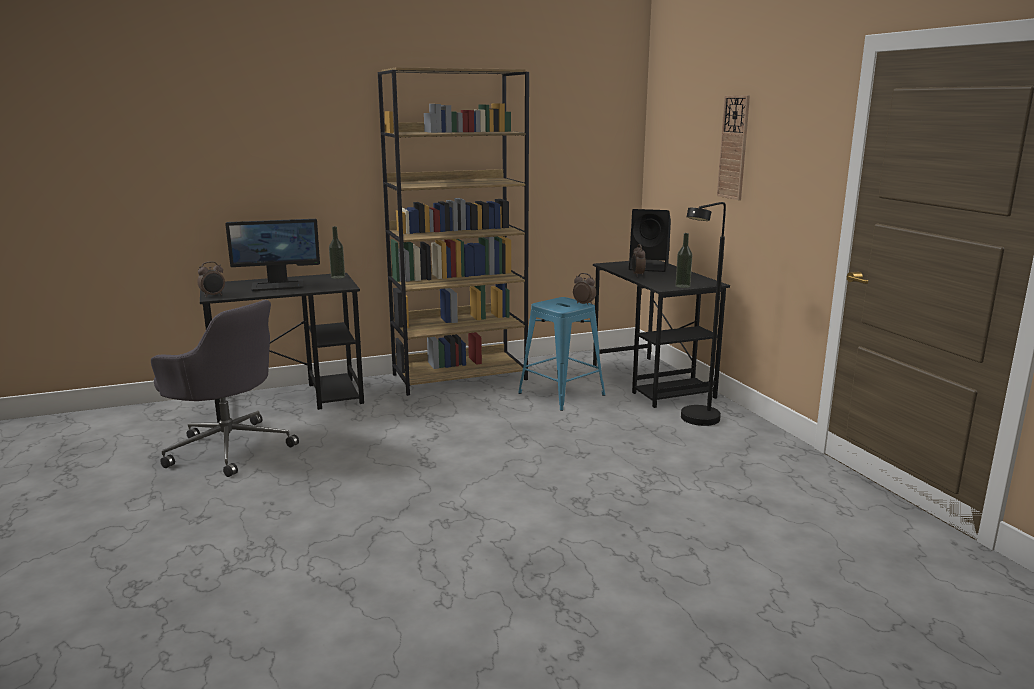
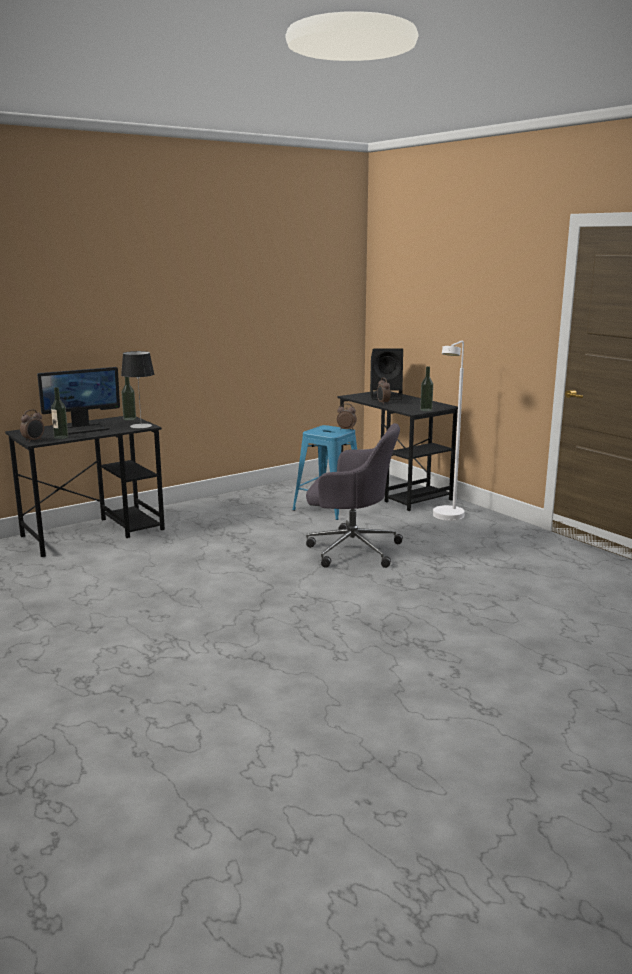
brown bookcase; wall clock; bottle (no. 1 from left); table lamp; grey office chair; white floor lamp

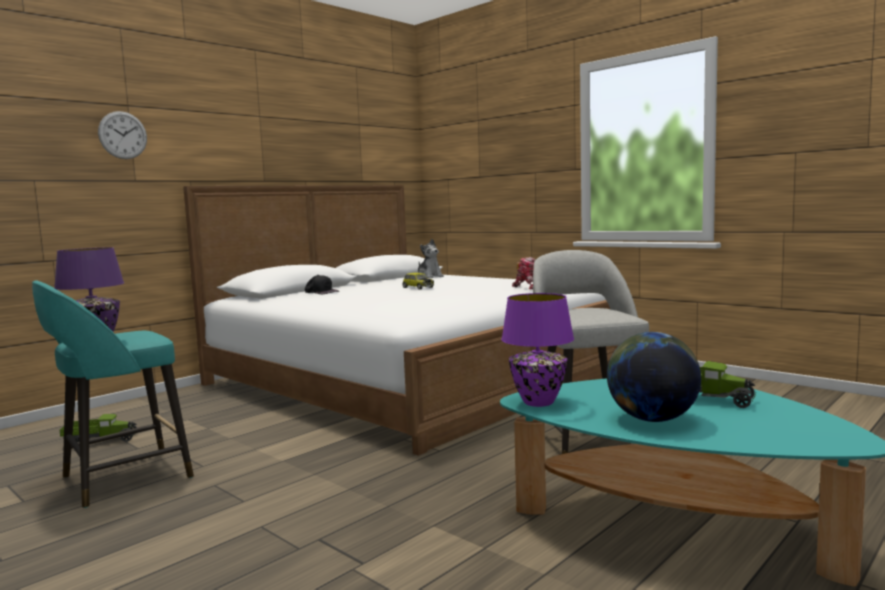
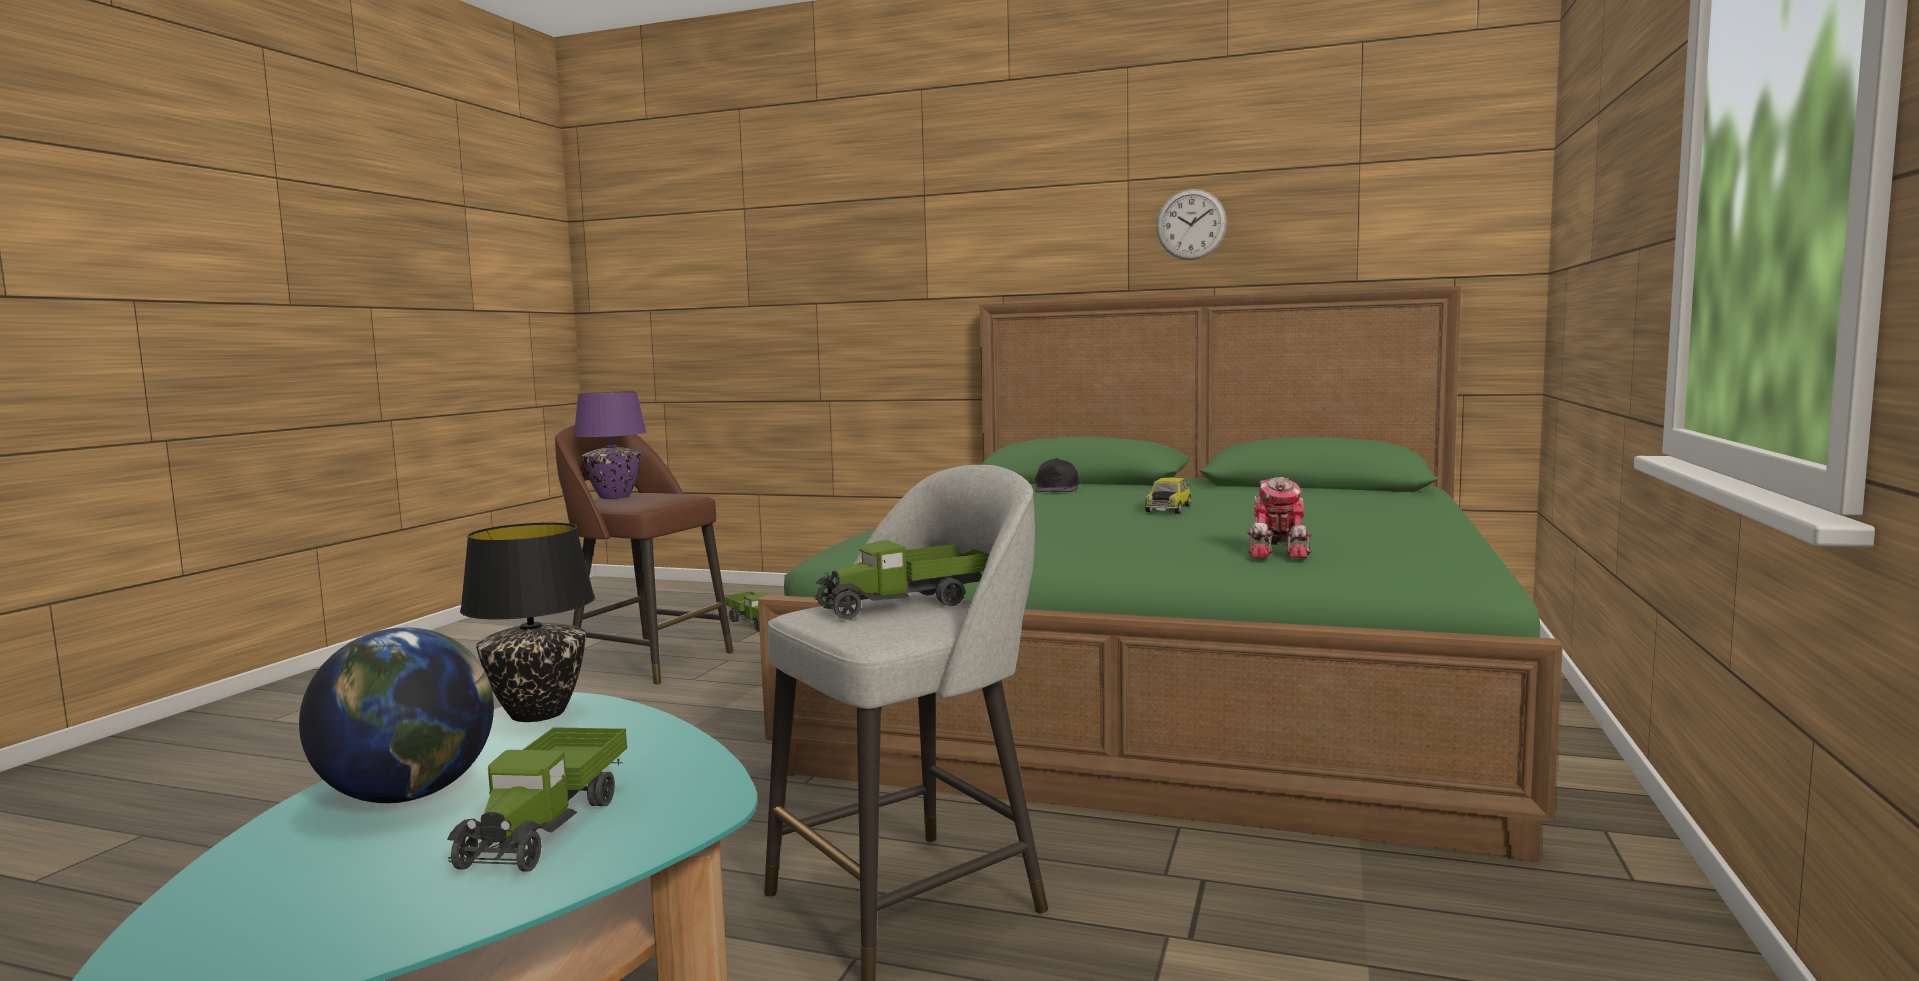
plush toy; toy truck (no. 3 from left); wall clock; brown stool; green bed; black table lamp

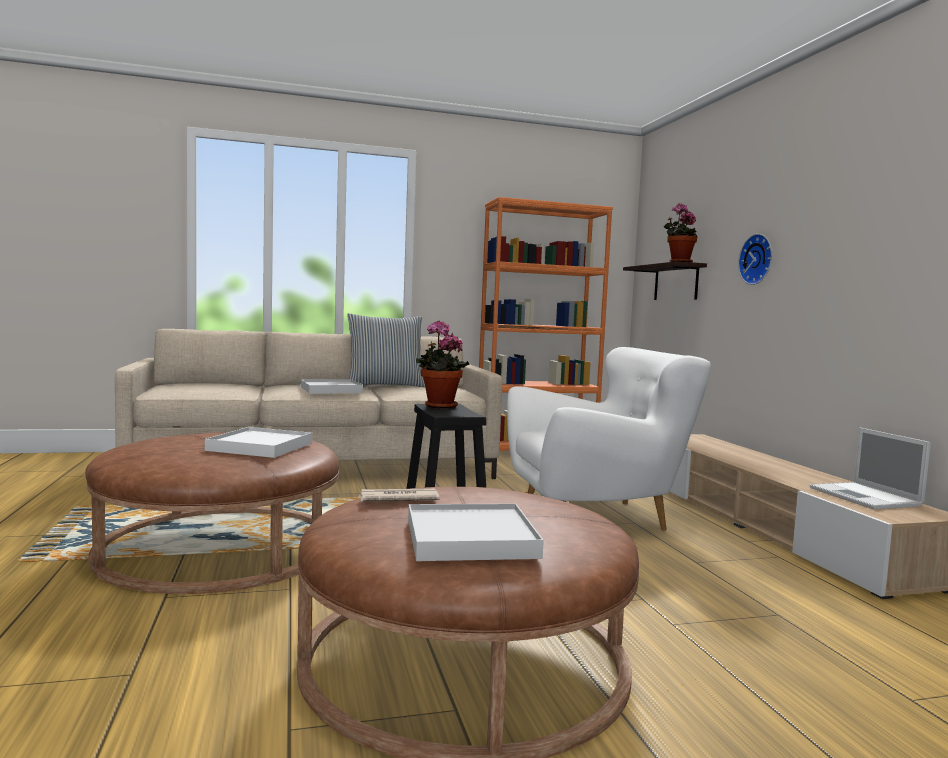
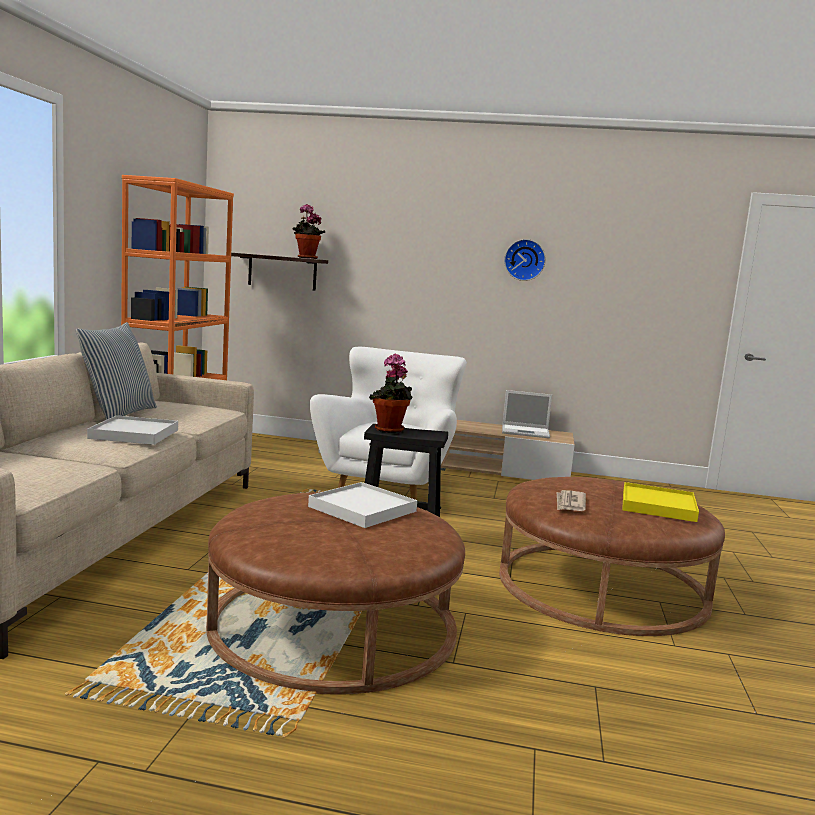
wall clock; yellow tray

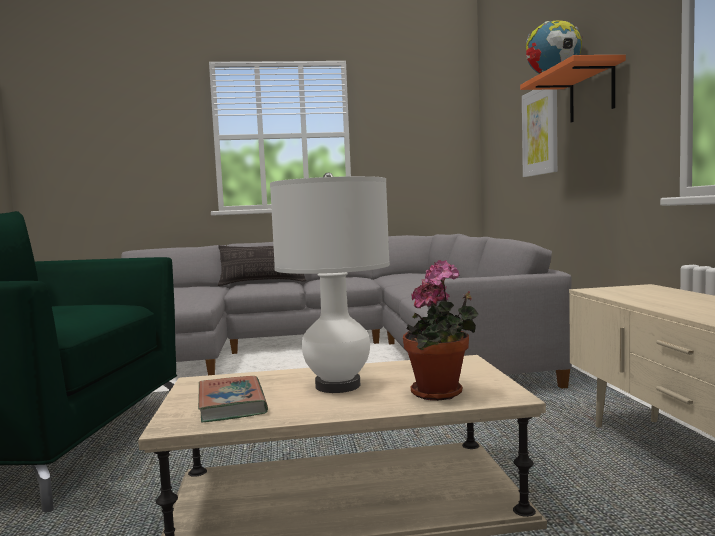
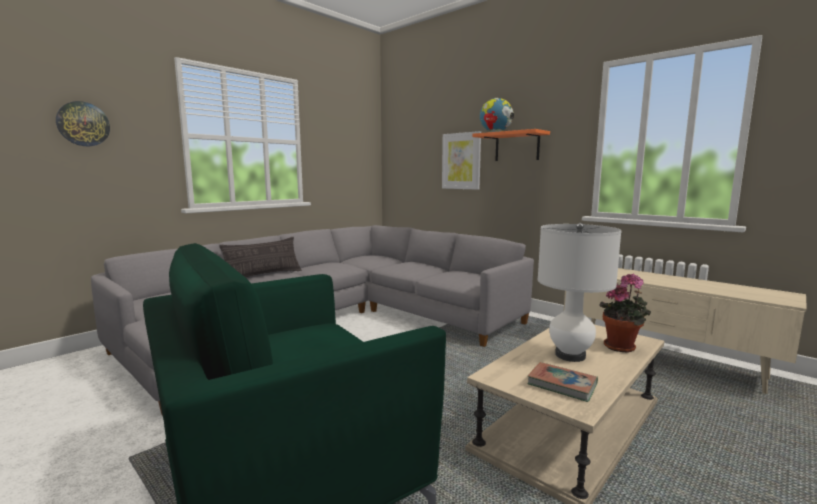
wall clock

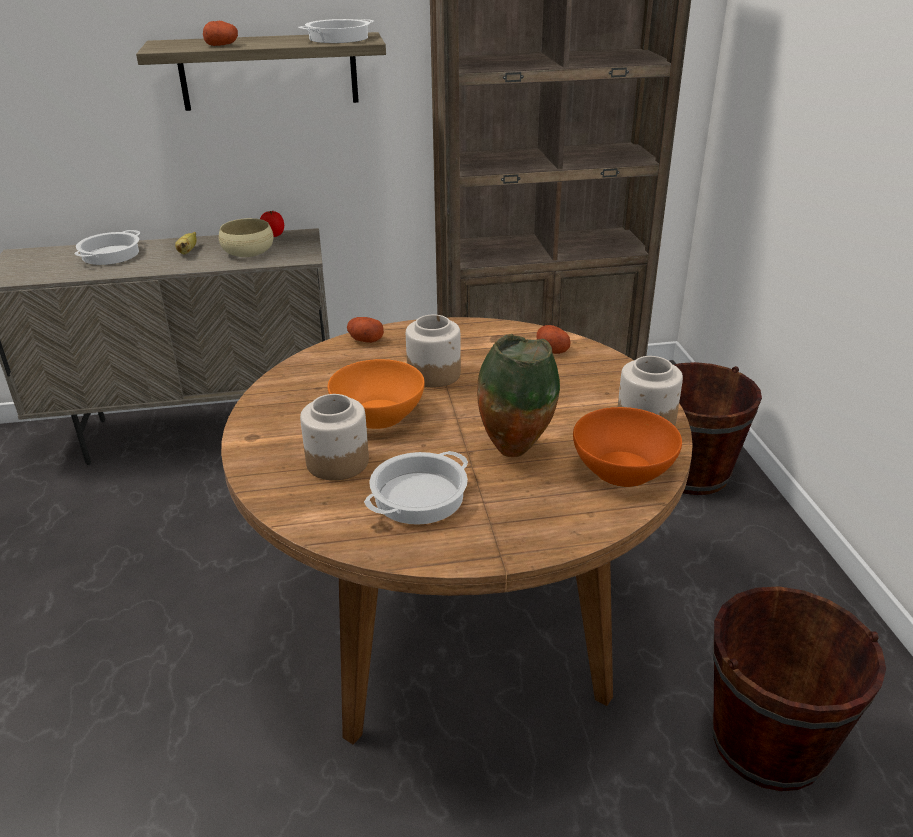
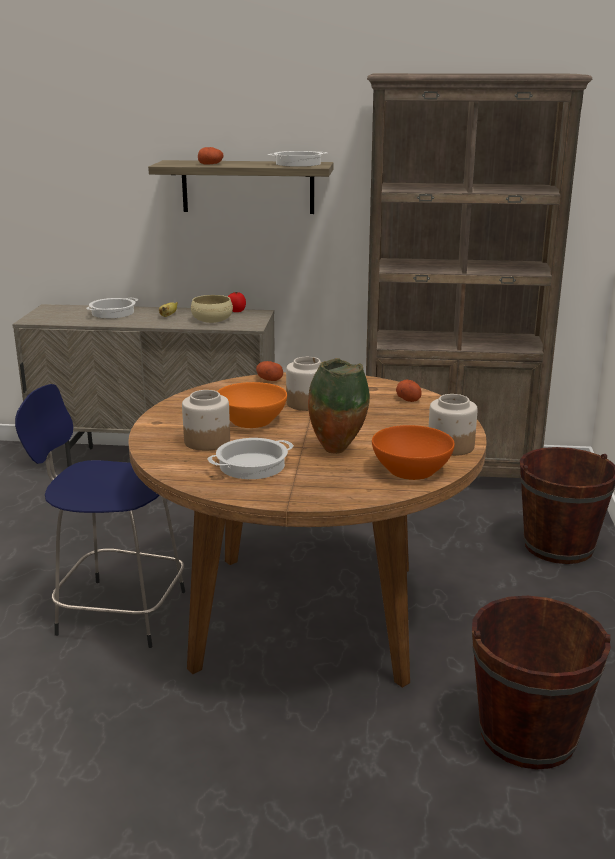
blue stool

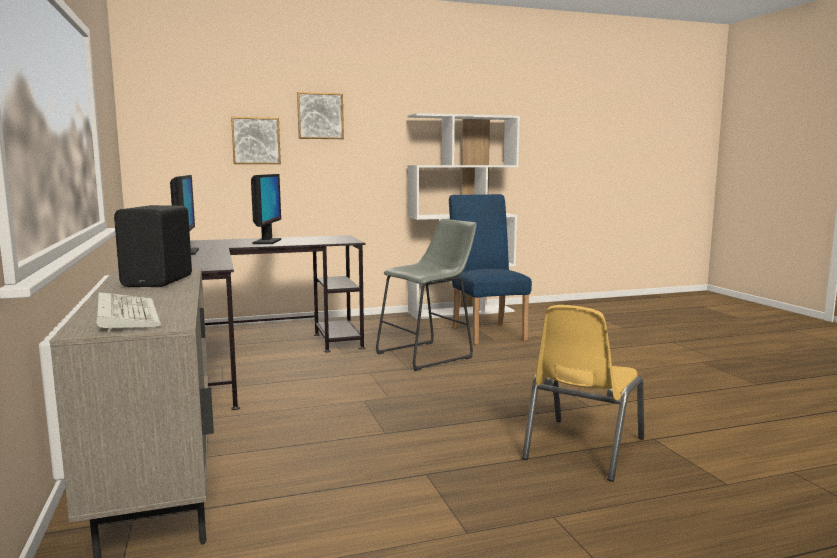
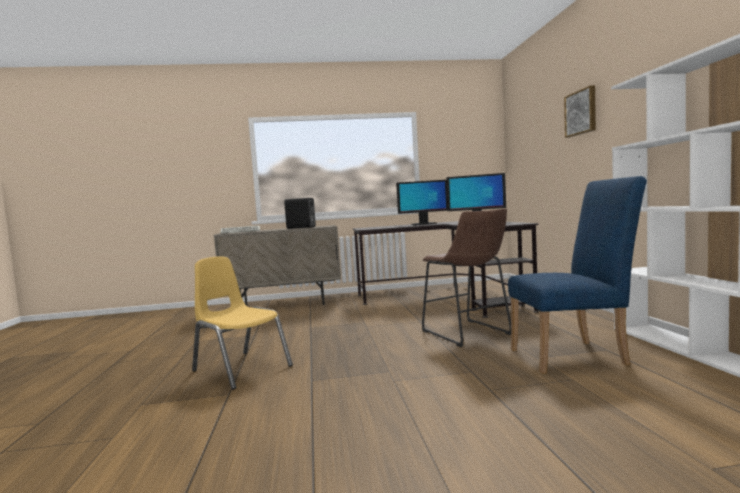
picture (no. 1 from left in the first image); brown stool

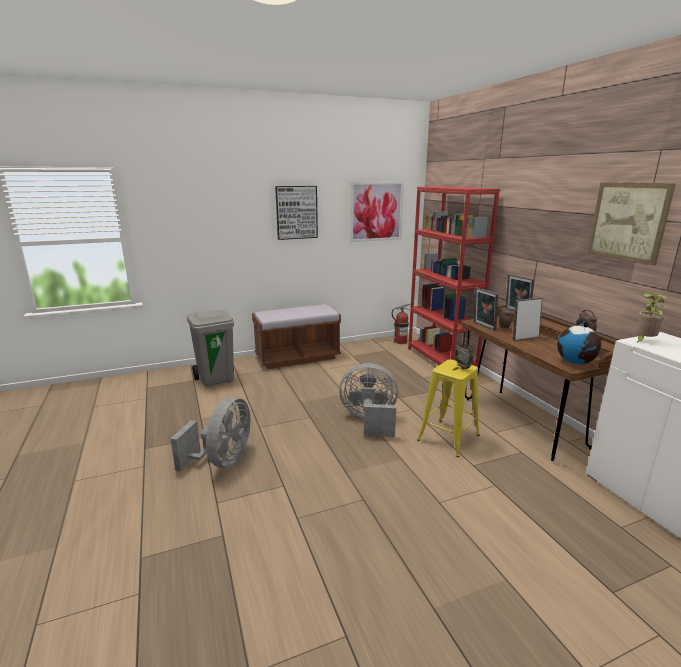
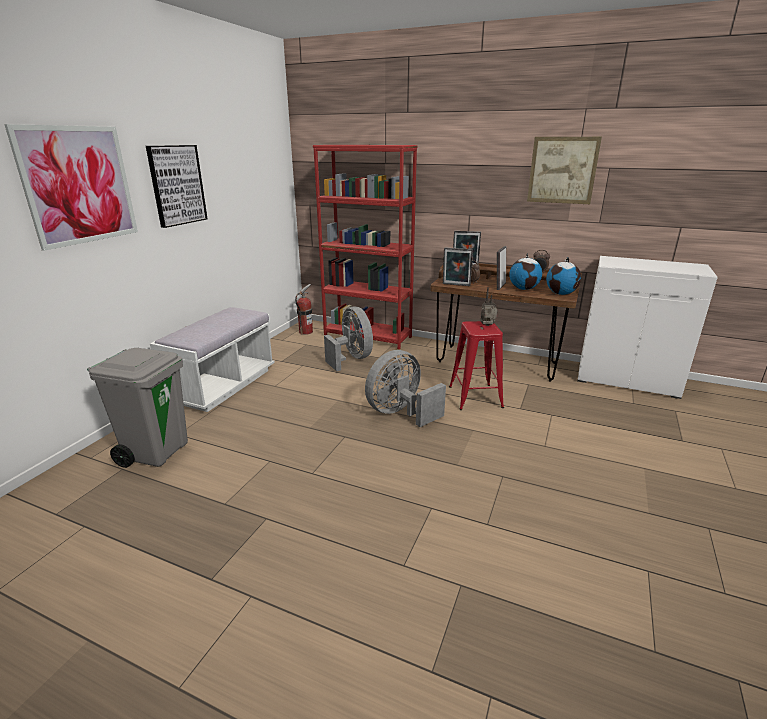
potted plant; globe (no. 1 from left); grey fan (no. 1 from left); picture (no. 1 from left); white bench; red stool

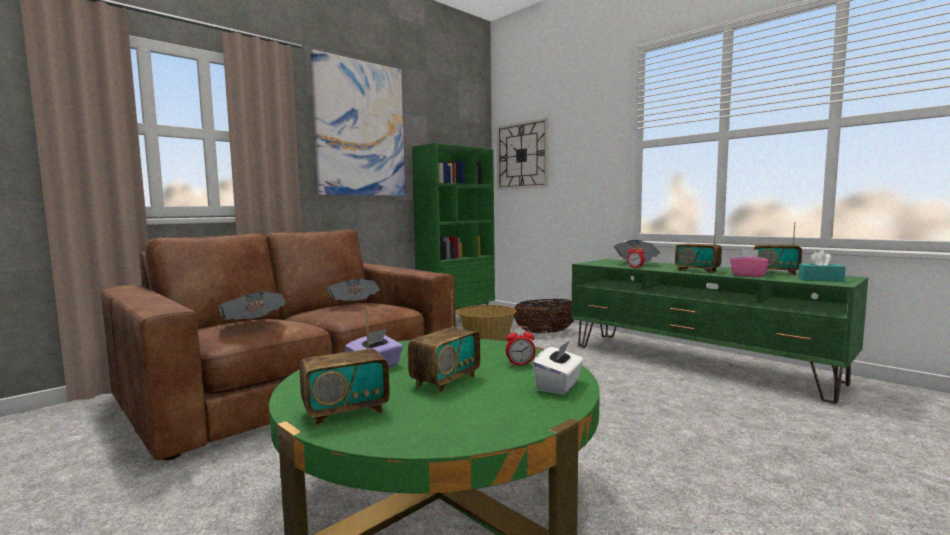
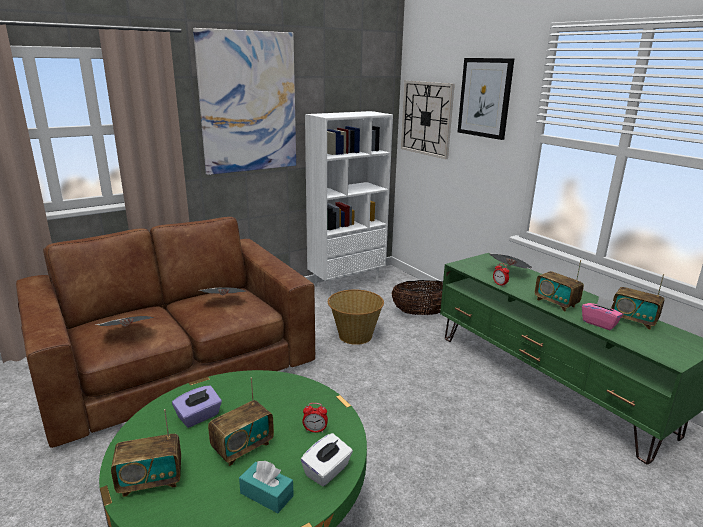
picture (no. 2 from left); turquoise tissue box; white bookcase

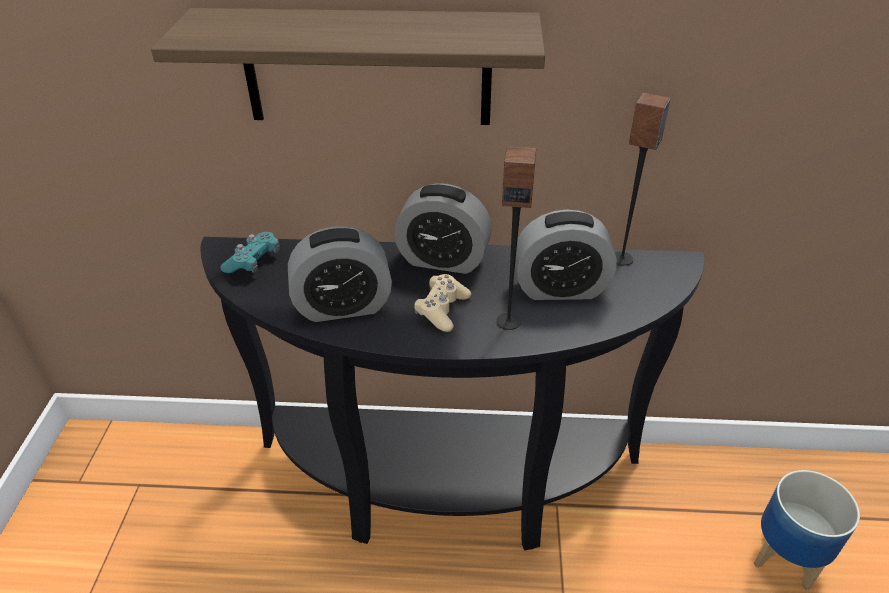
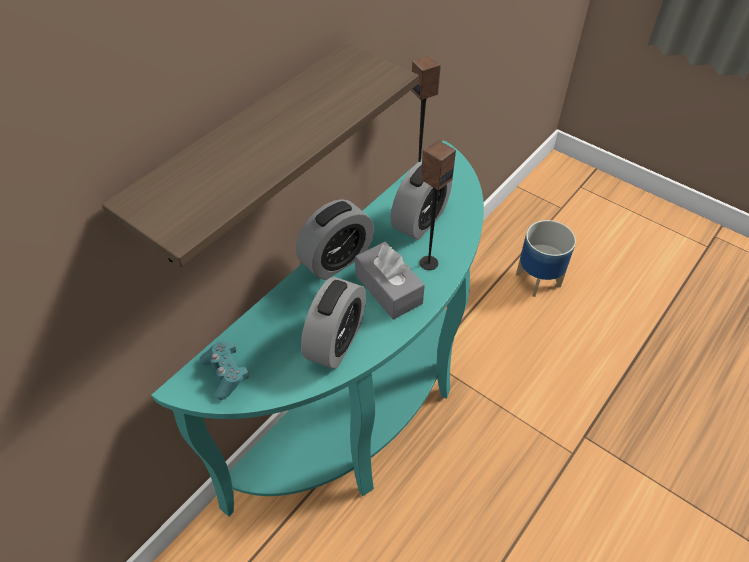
grey tissue box; turquoise console table

